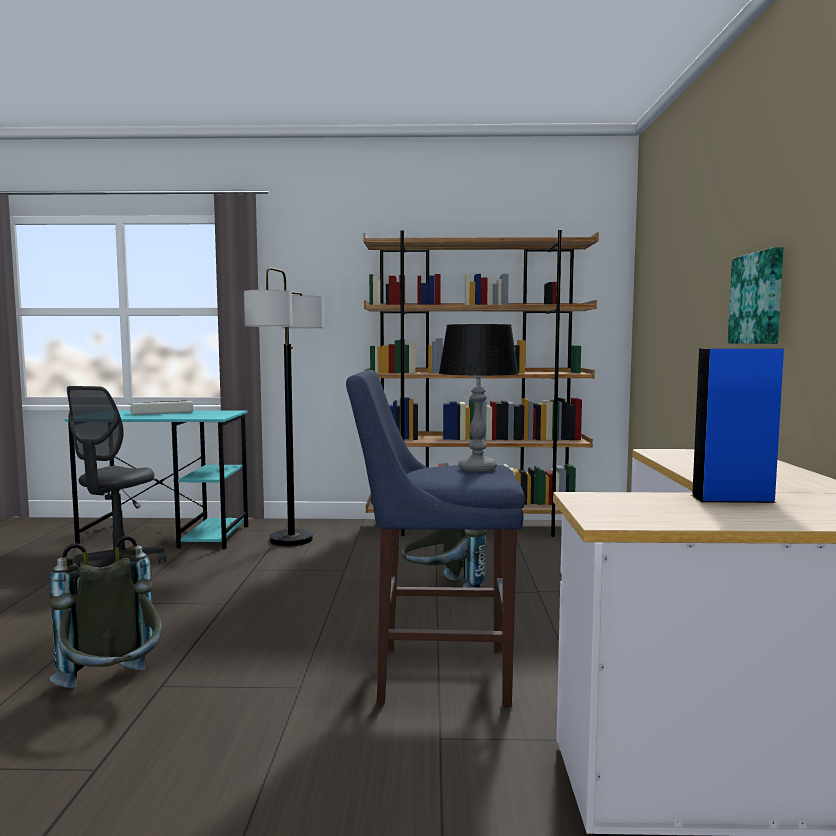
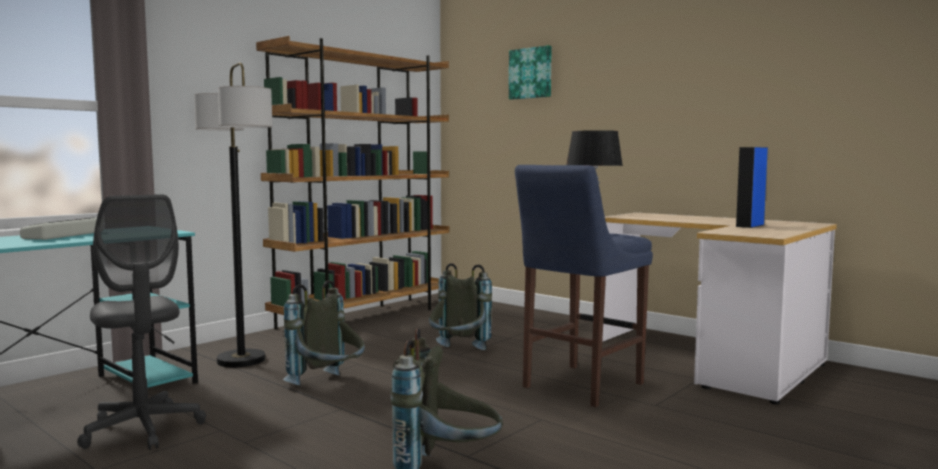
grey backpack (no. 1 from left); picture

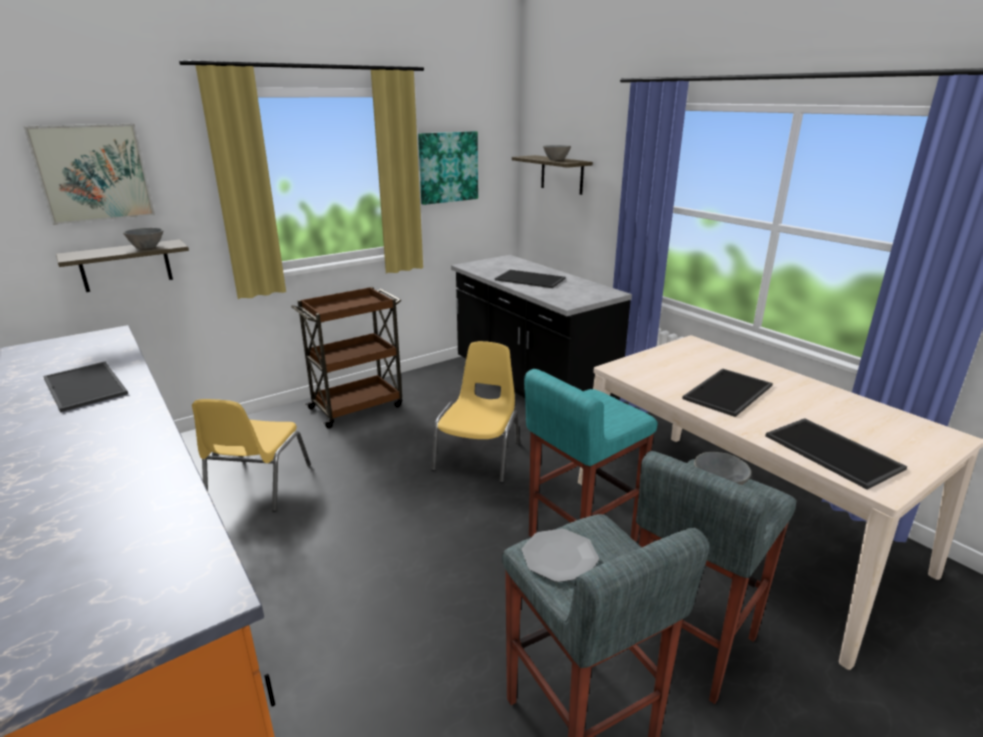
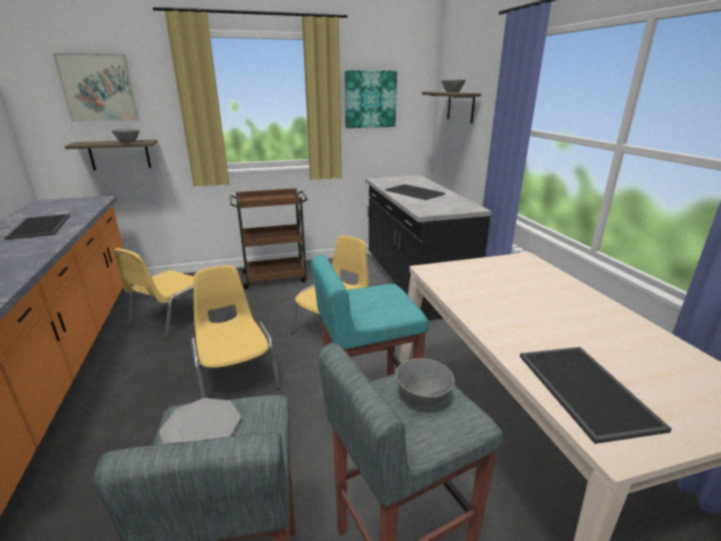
tray (no. 3 from left in the first image); yellow chair (no. 2 from left)

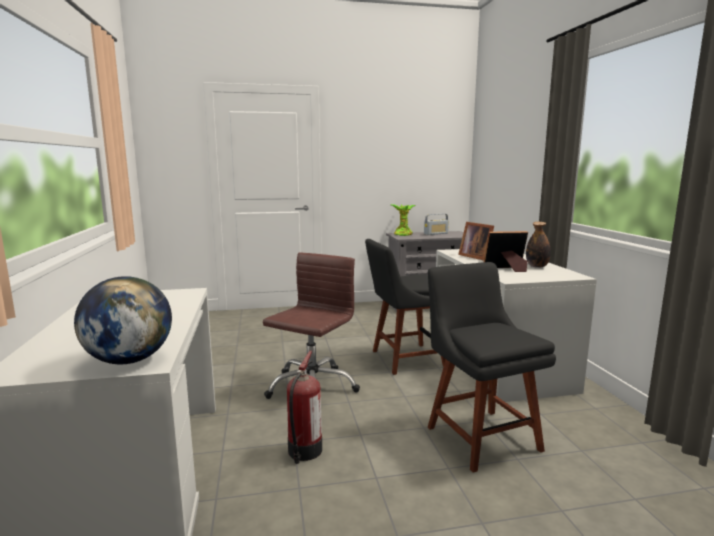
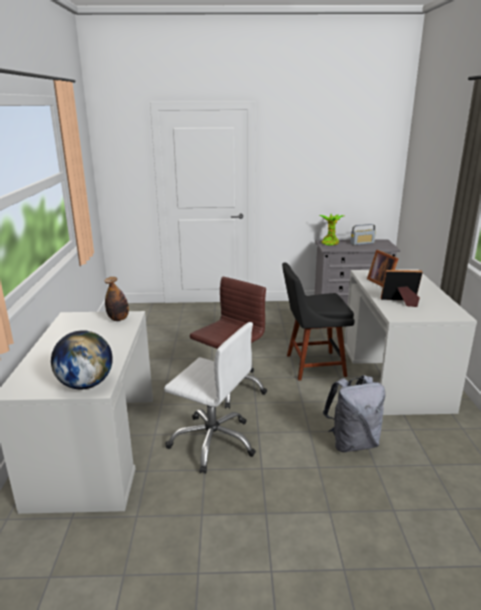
bottle; white office chair; grey backpack

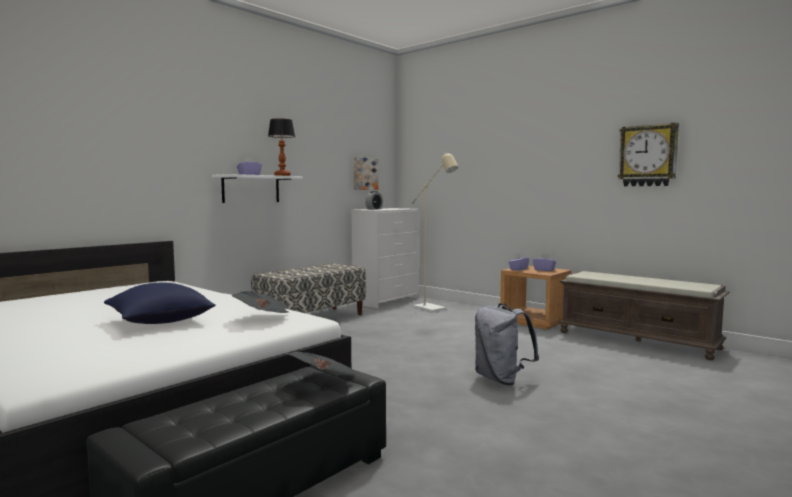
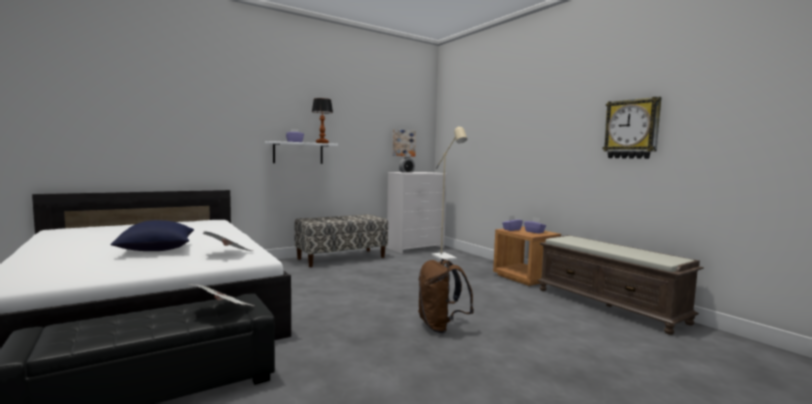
brown backpack

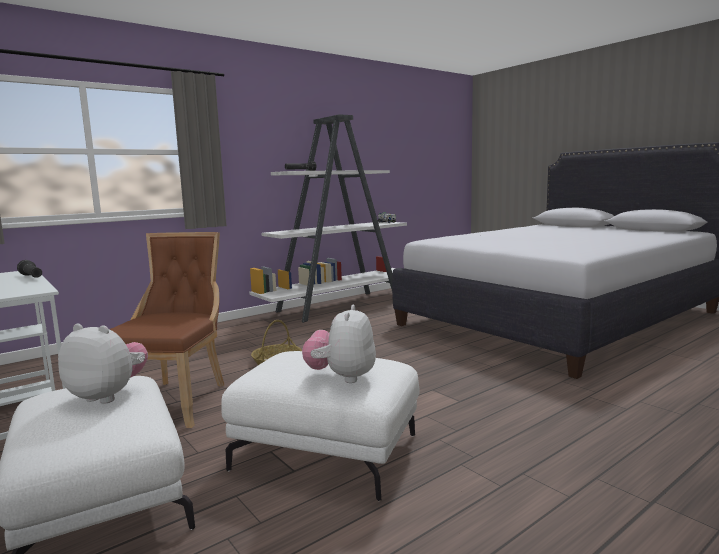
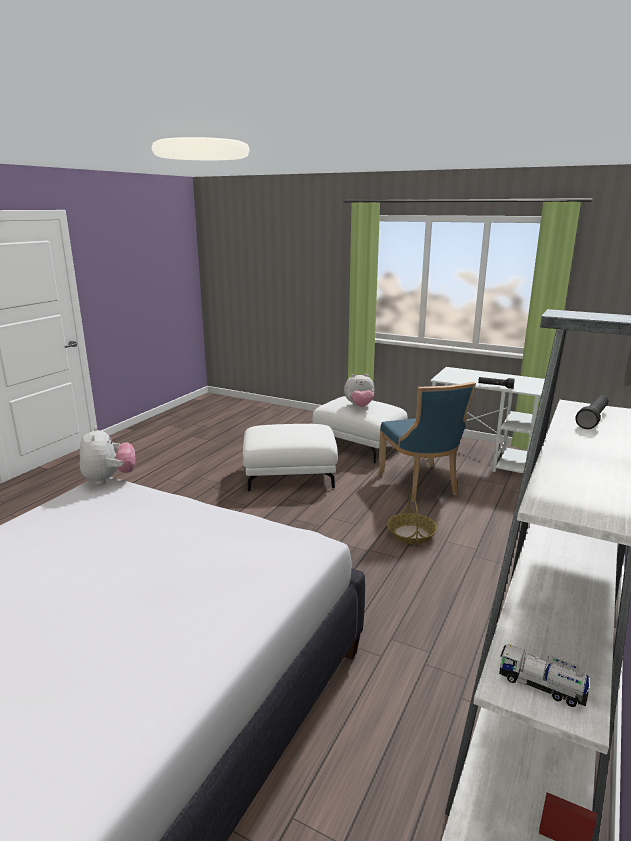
plush toy (no. 1 from left); blue chair

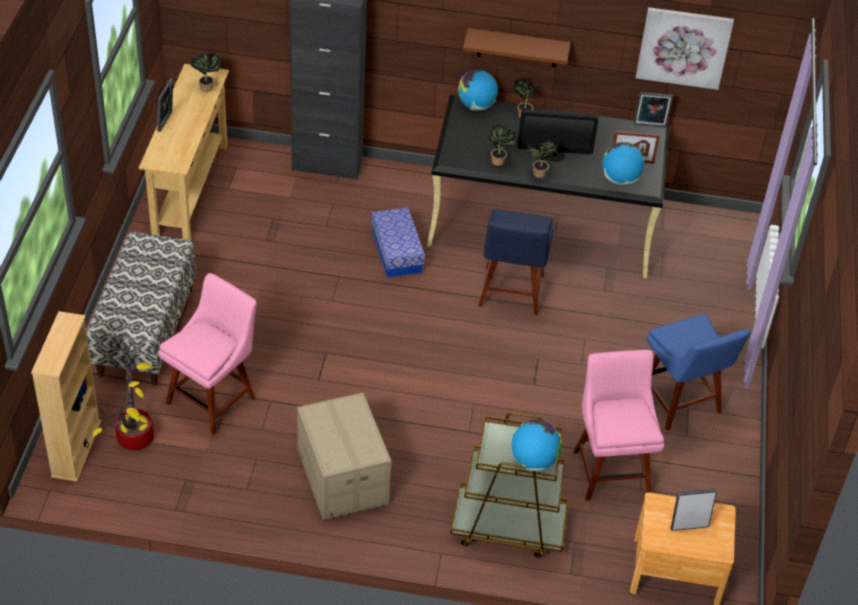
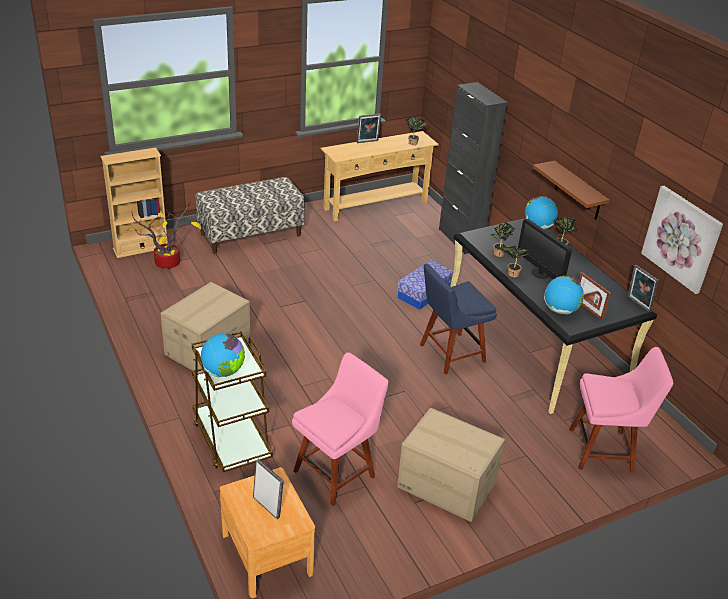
pink chair (no. 2 from left); cardboard box (no. 2 from left)

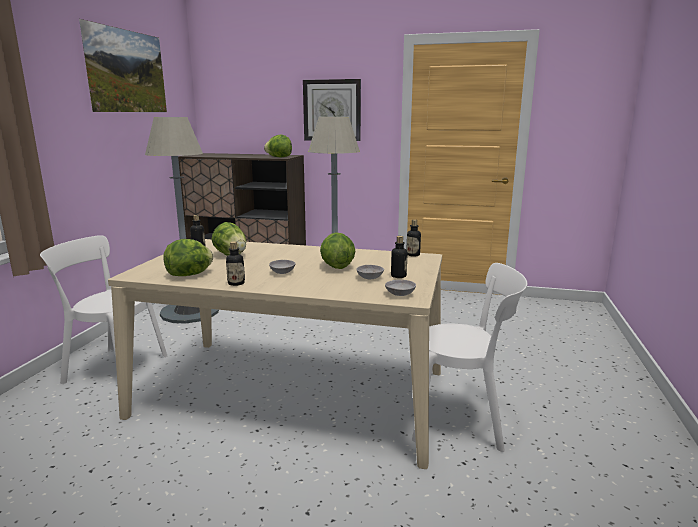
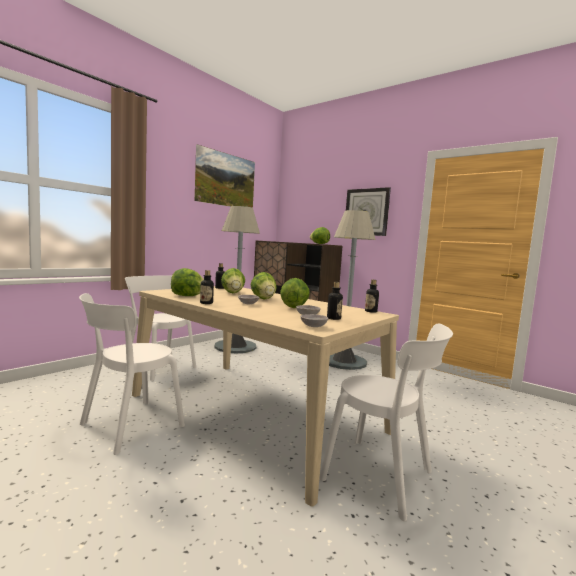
white chair (no. 1 from left); lettuce (no. 3 from left)

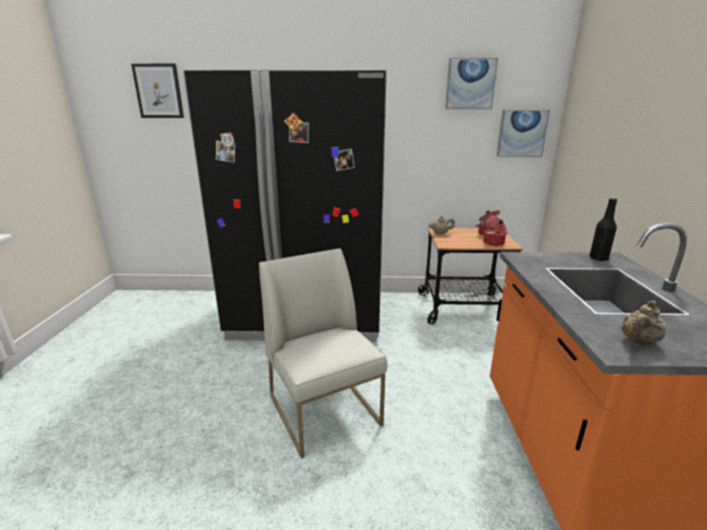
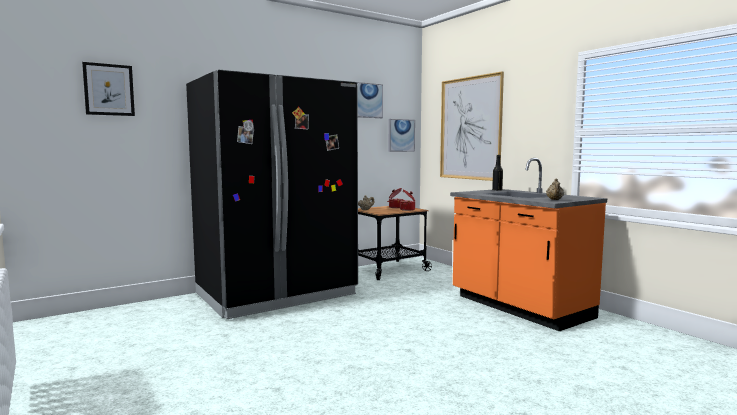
white chair; picture (no. 4 from left)

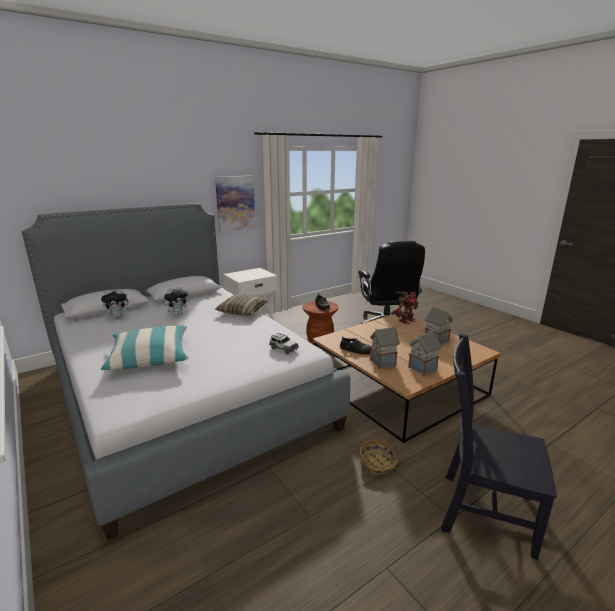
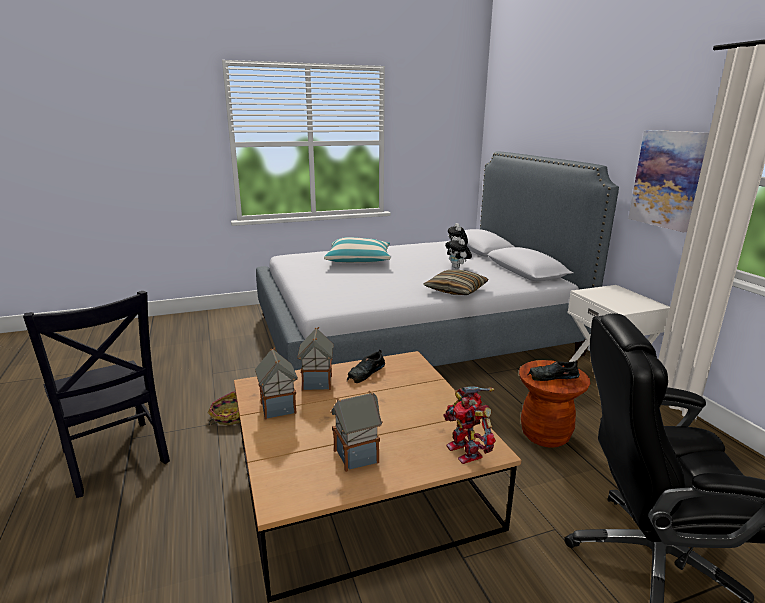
toy car; black chair

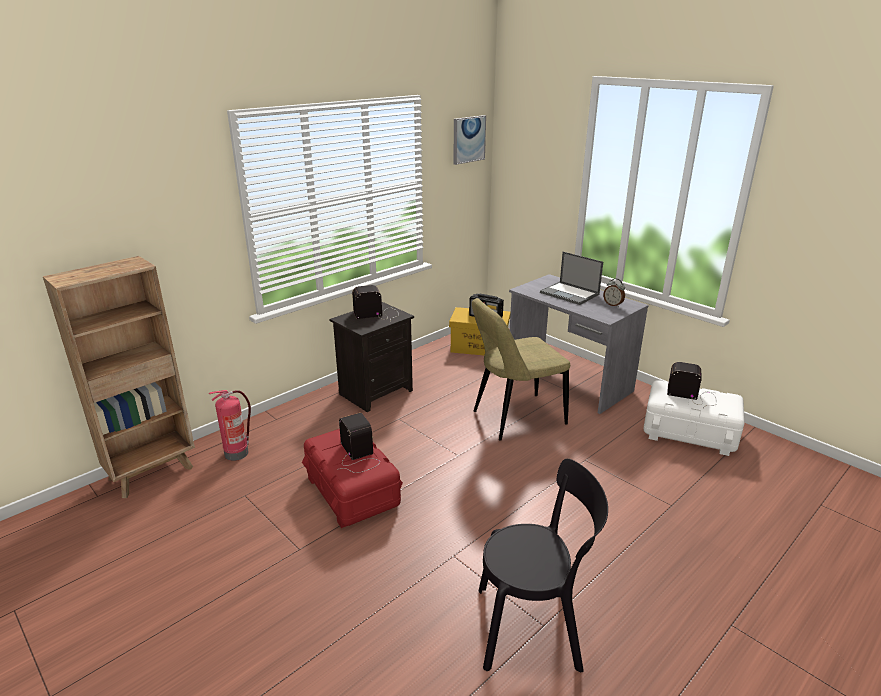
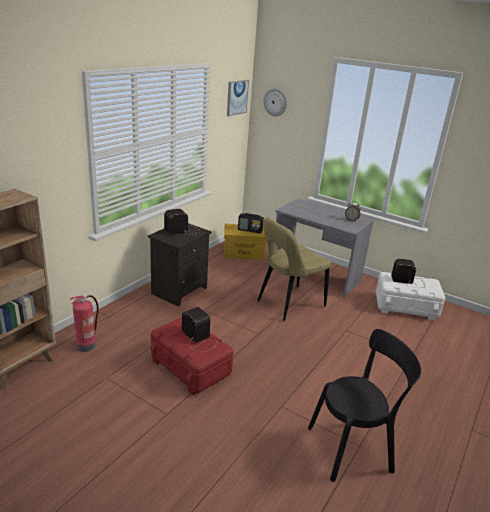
laptop; wall clock

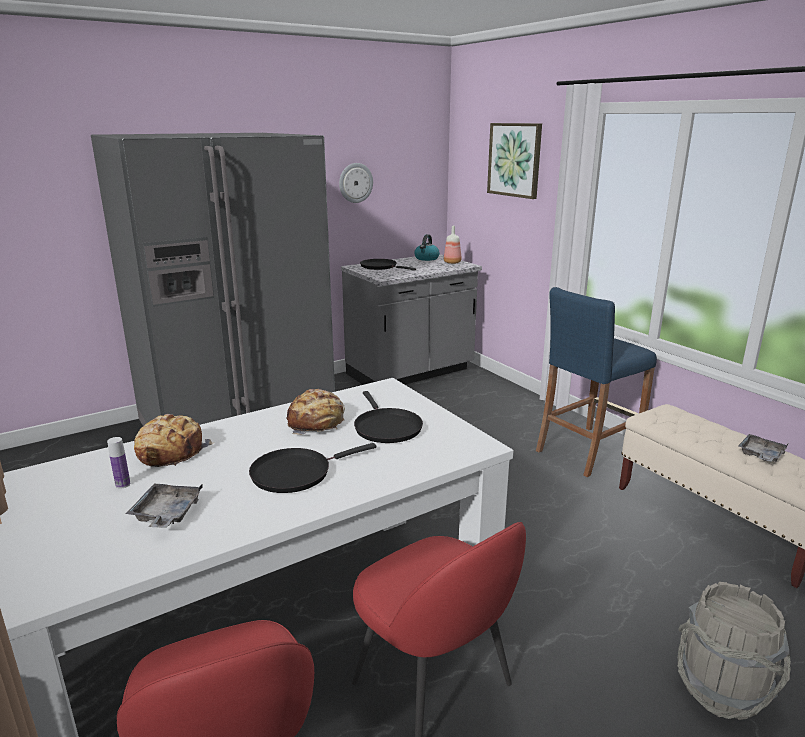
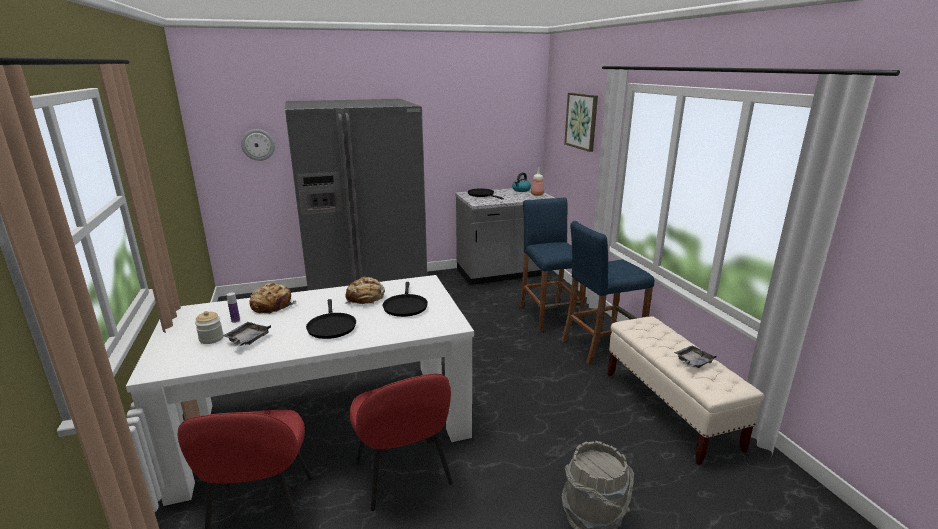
jar; blue stool (no. 1 from left); wall clock; black frying pan (no. 1 from left)

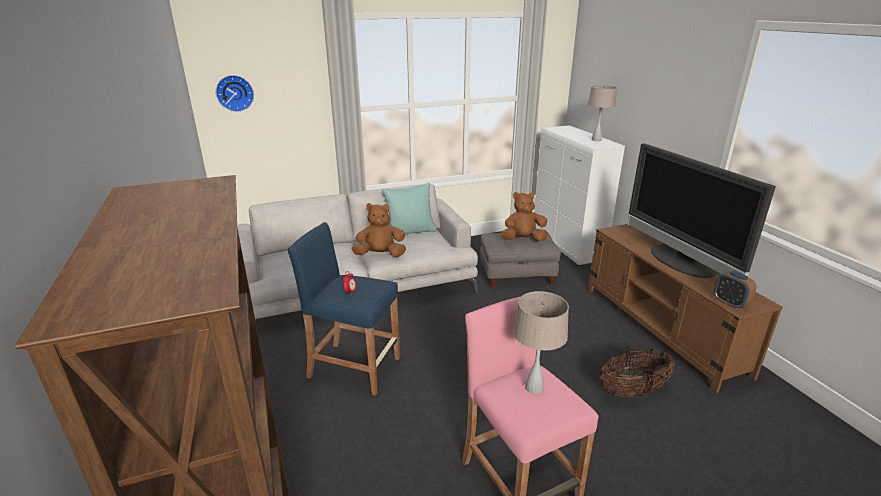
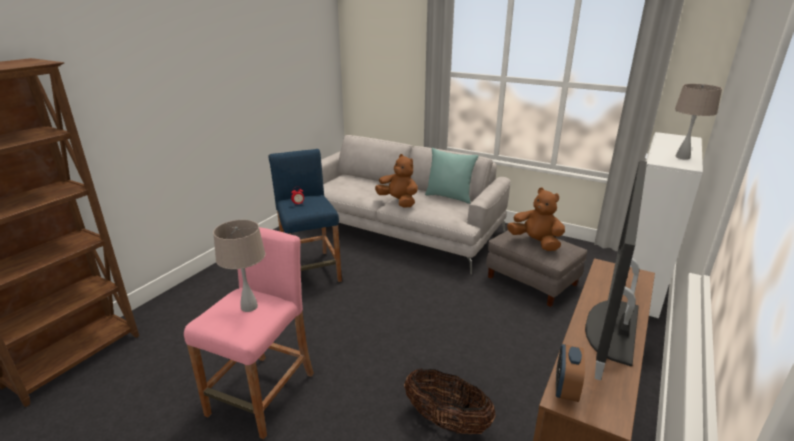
wall clock

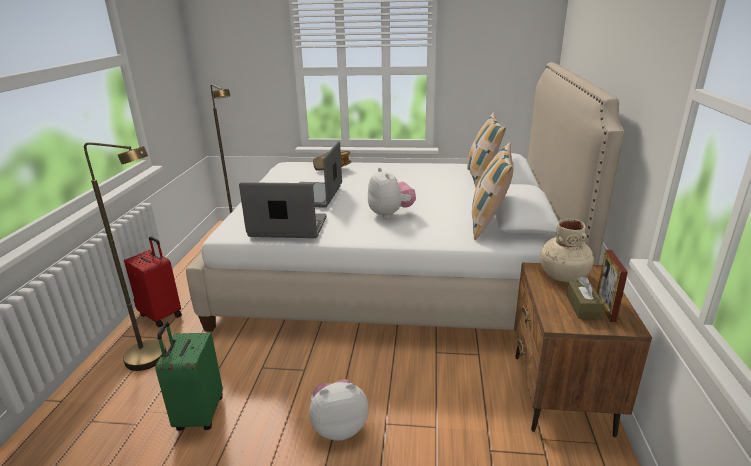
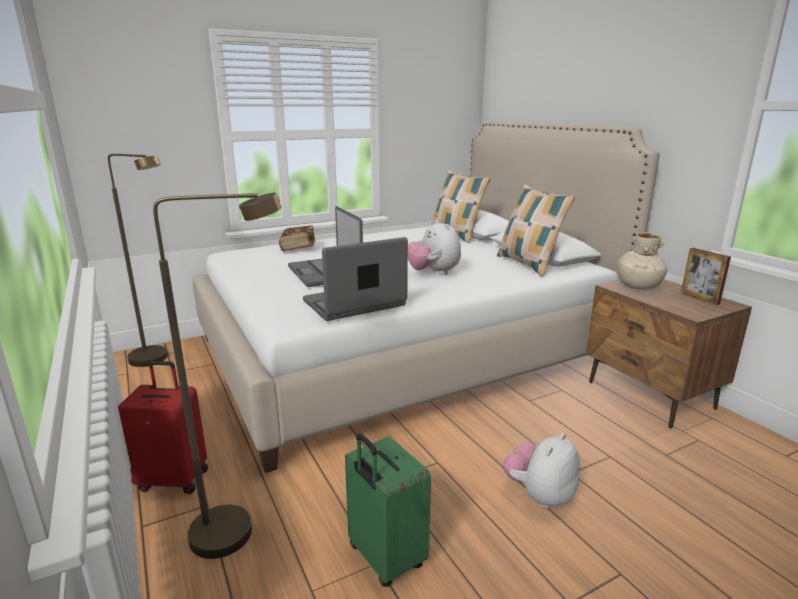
brown tissue box; plush toy (no. 1 from left)

